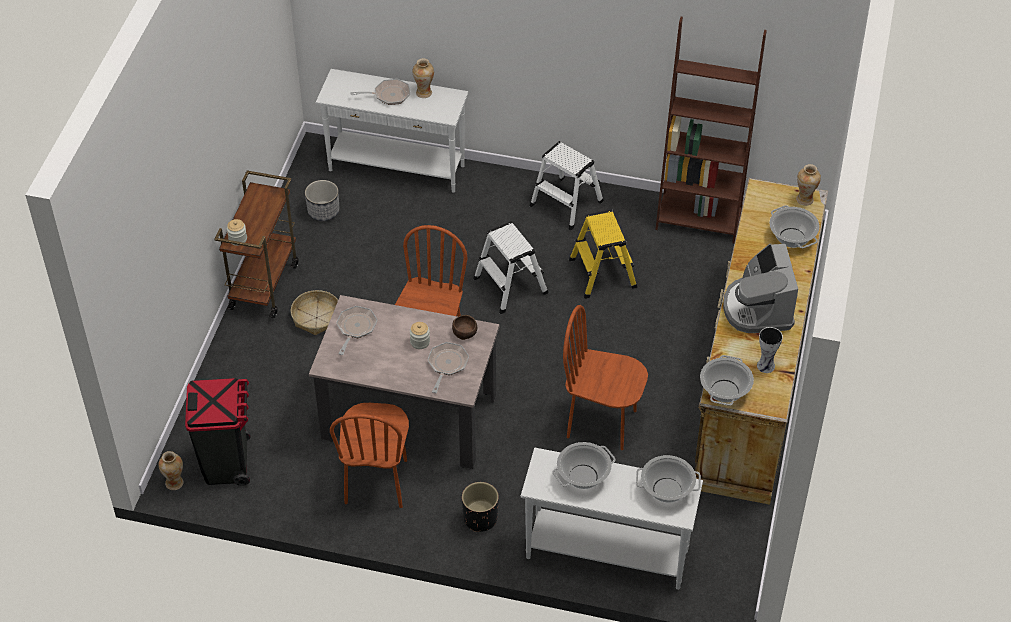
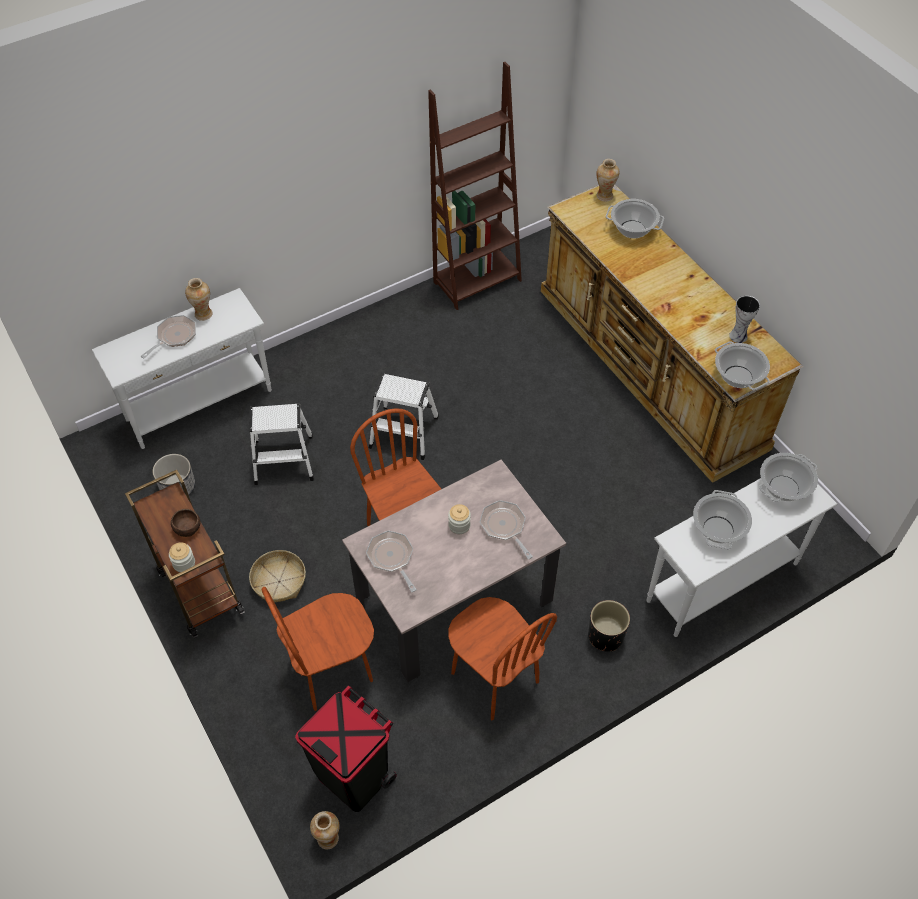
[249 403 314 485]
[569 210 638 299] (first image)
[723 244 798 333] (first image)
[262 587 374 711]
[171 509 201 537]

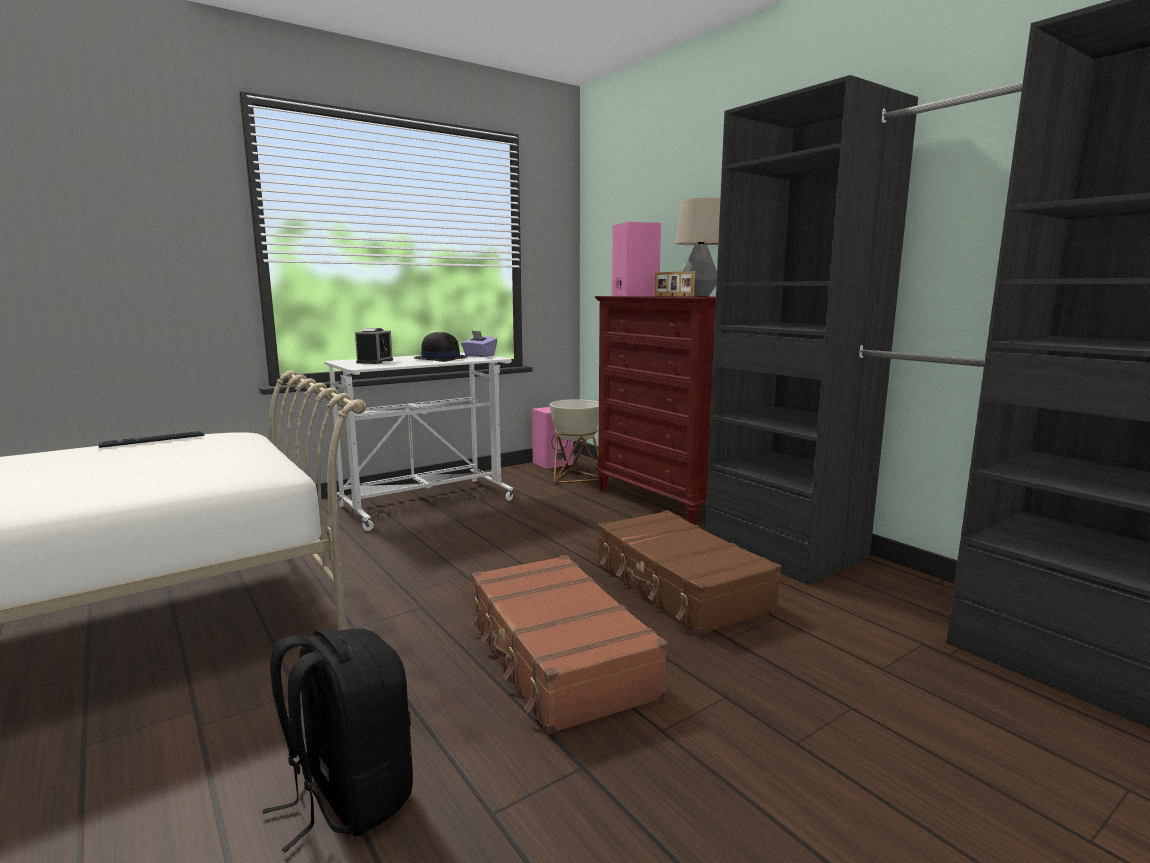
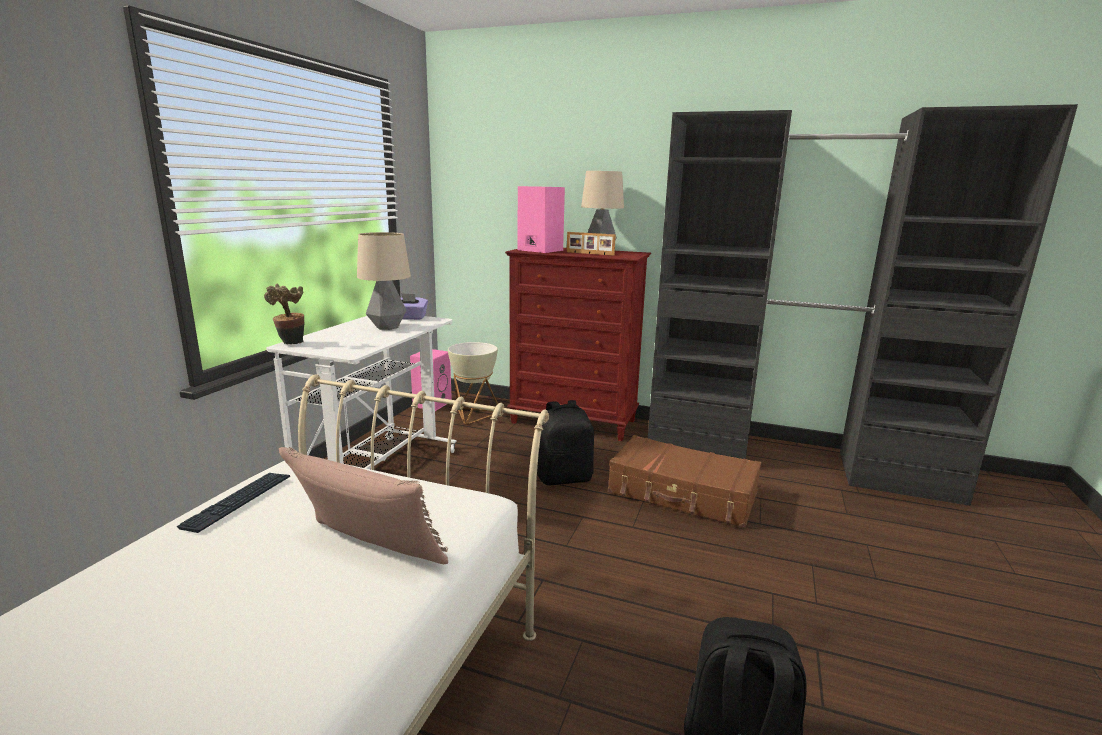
[355 328 393 364] (first image)
[357 232 411 330]
[470 555 668 734] (first image)
[264 284 304 344]
[537 400 594 485]
[279 447 448 564]

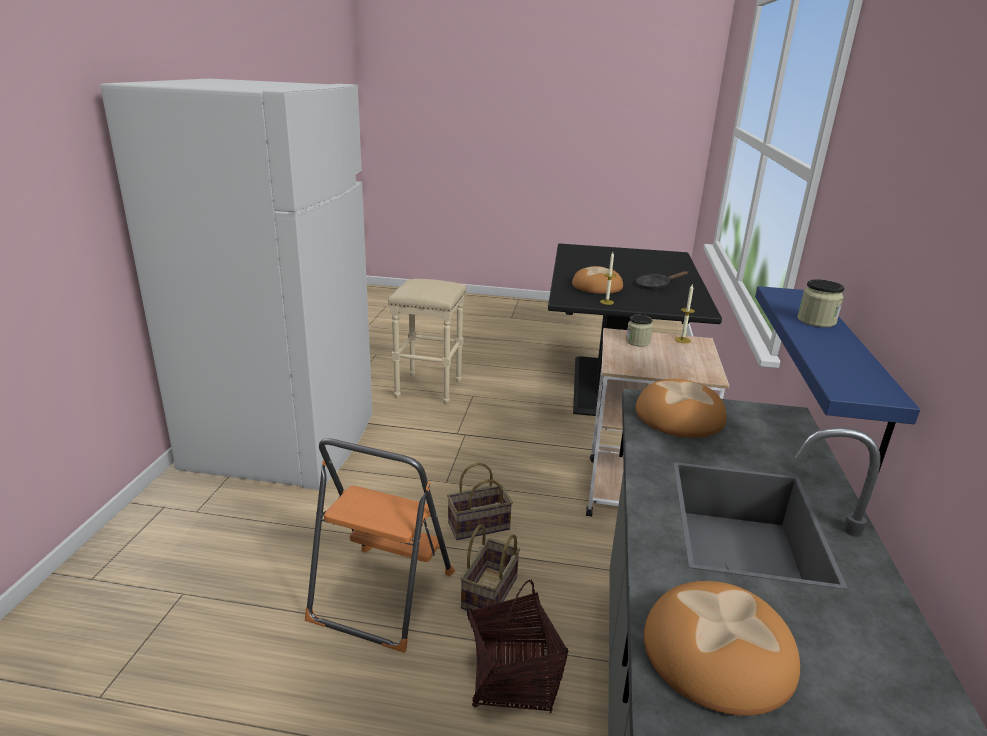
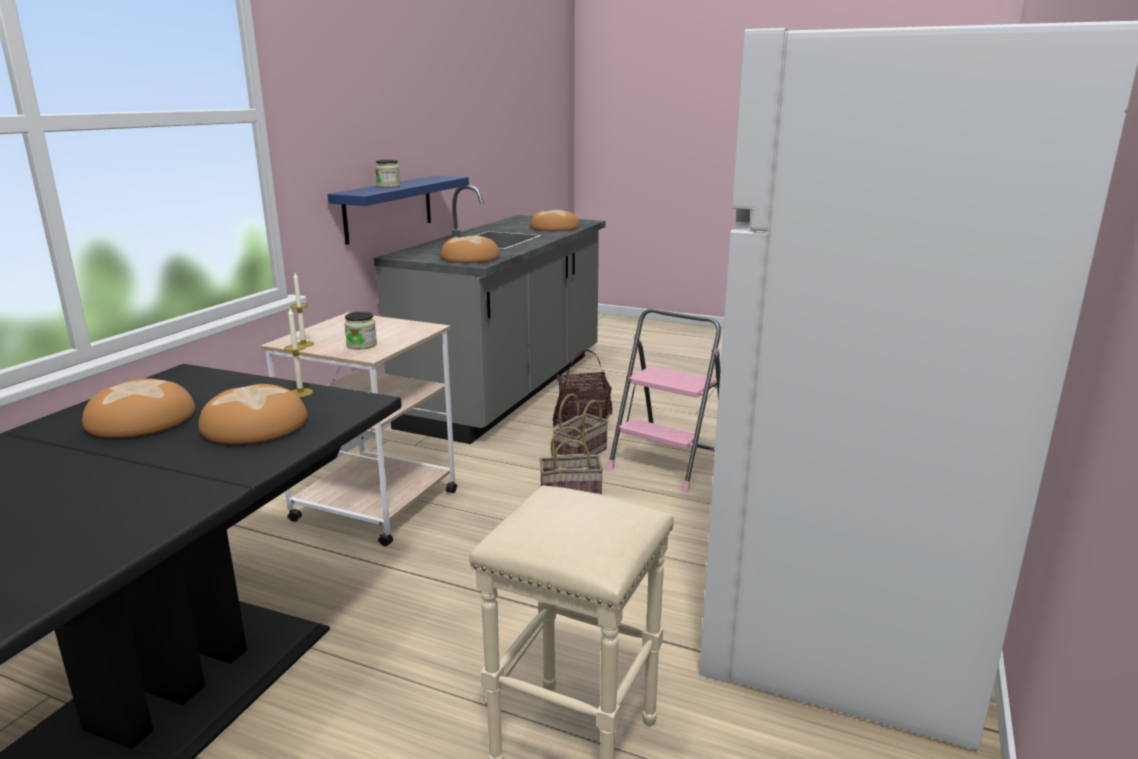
[82 379 195 438]
[605 309 721 492]

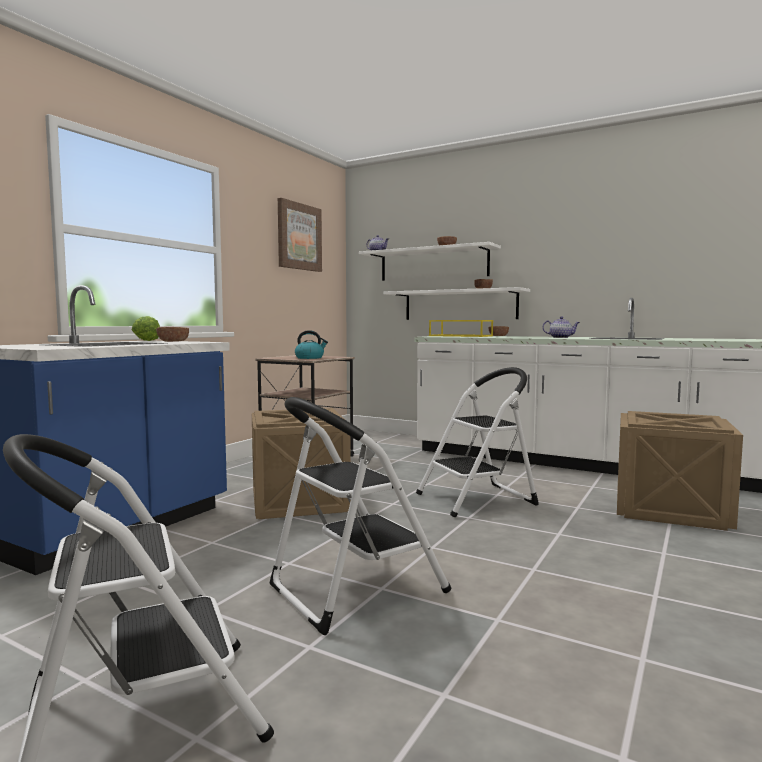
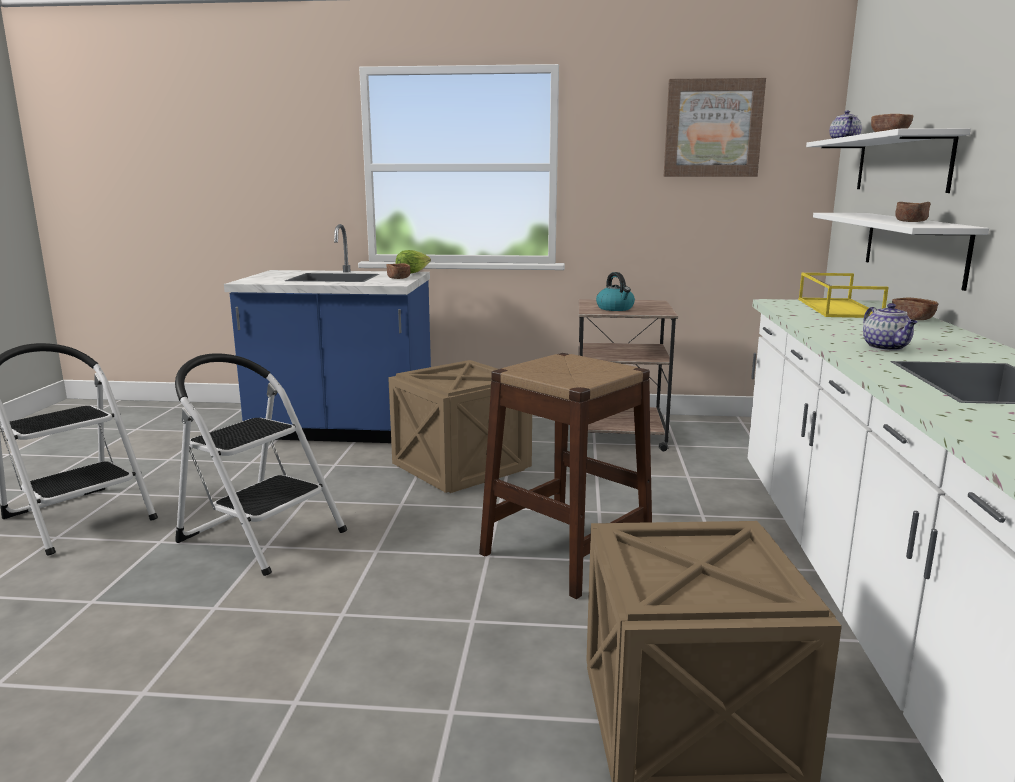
[479 353 652 599]

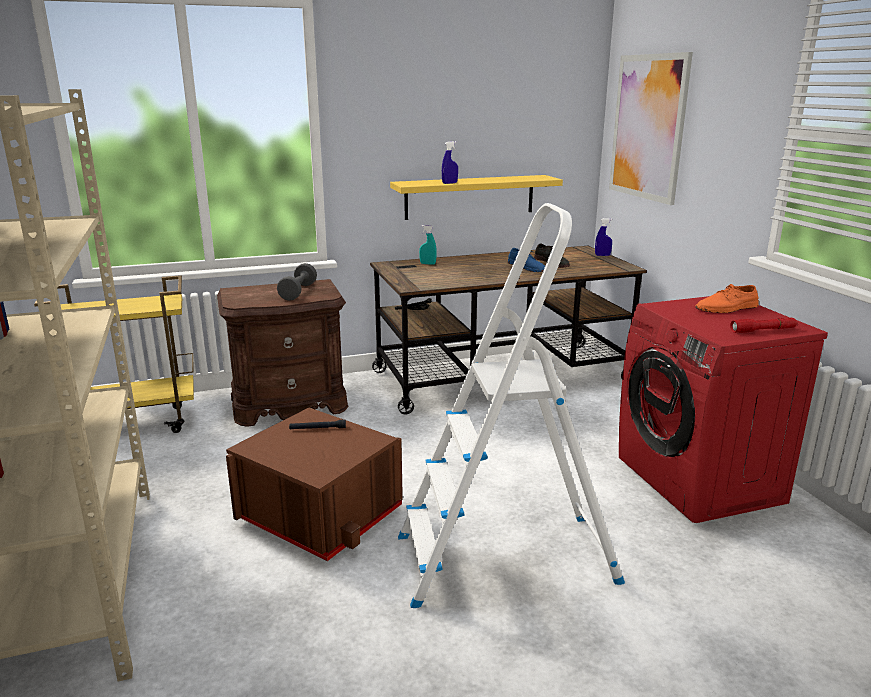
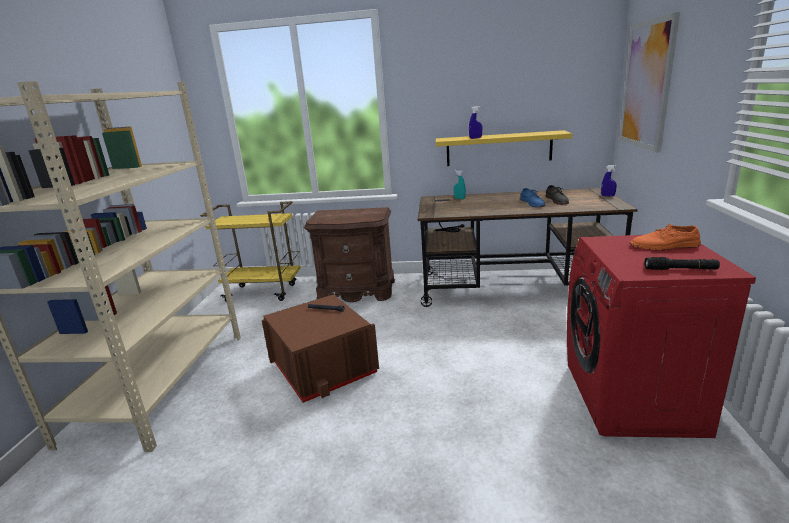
[398 203 625 608] (first image)
[277 263 317 301] (first image)
[644 257 720 270]

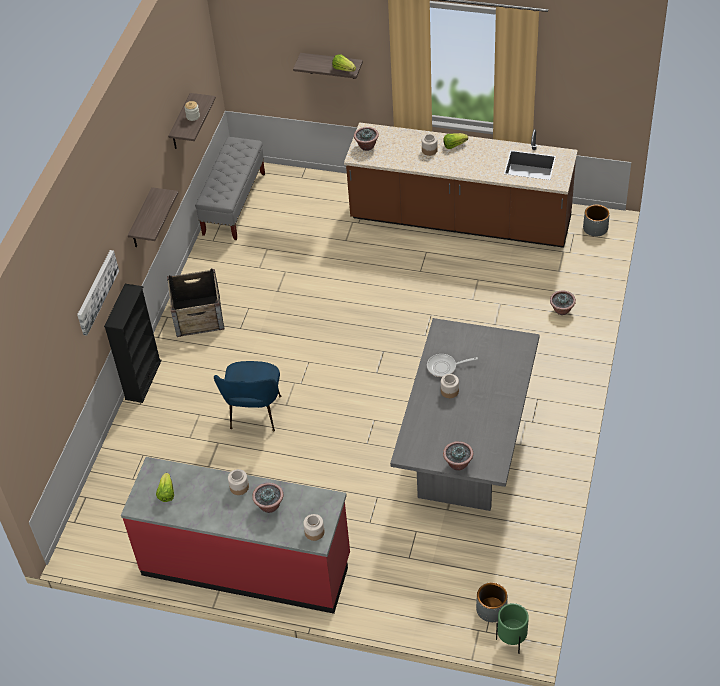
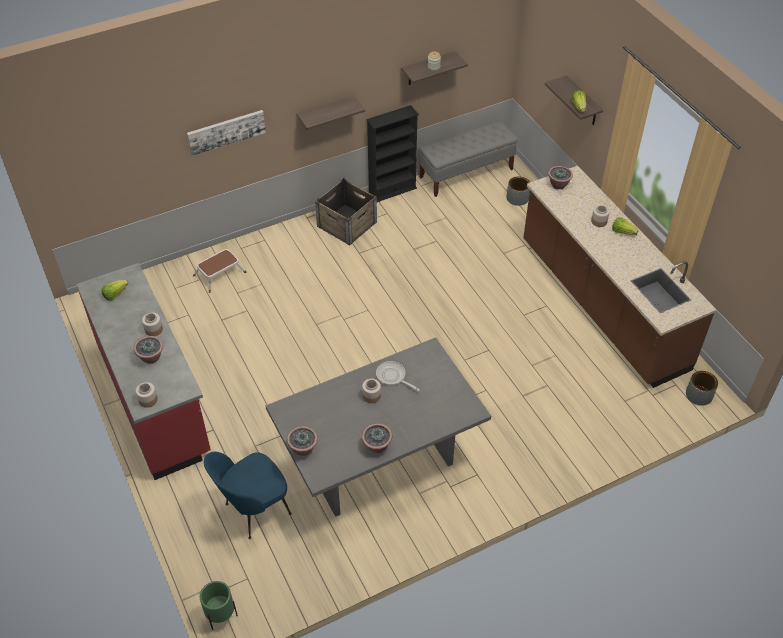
[366 105 419 202]
[362 423 392 453]
[204 452 292 539]
[507 176 530 206]
[193 249 246 293]

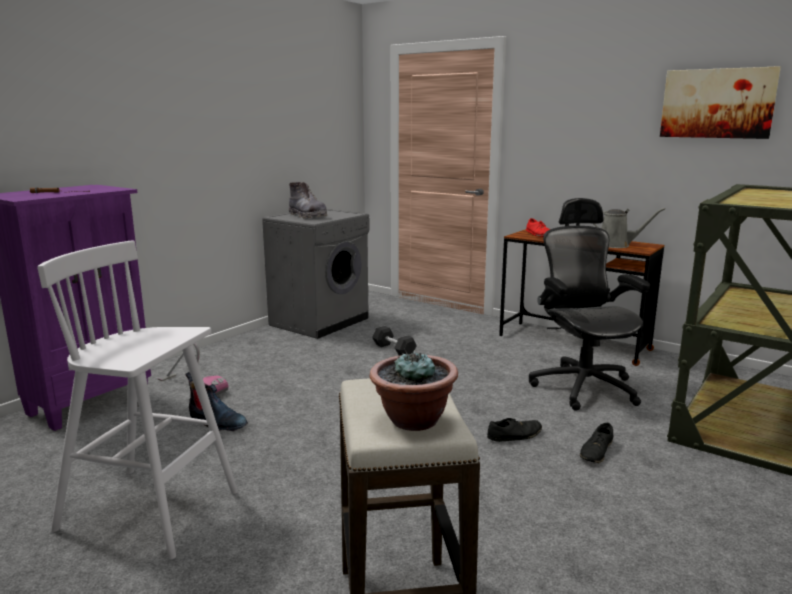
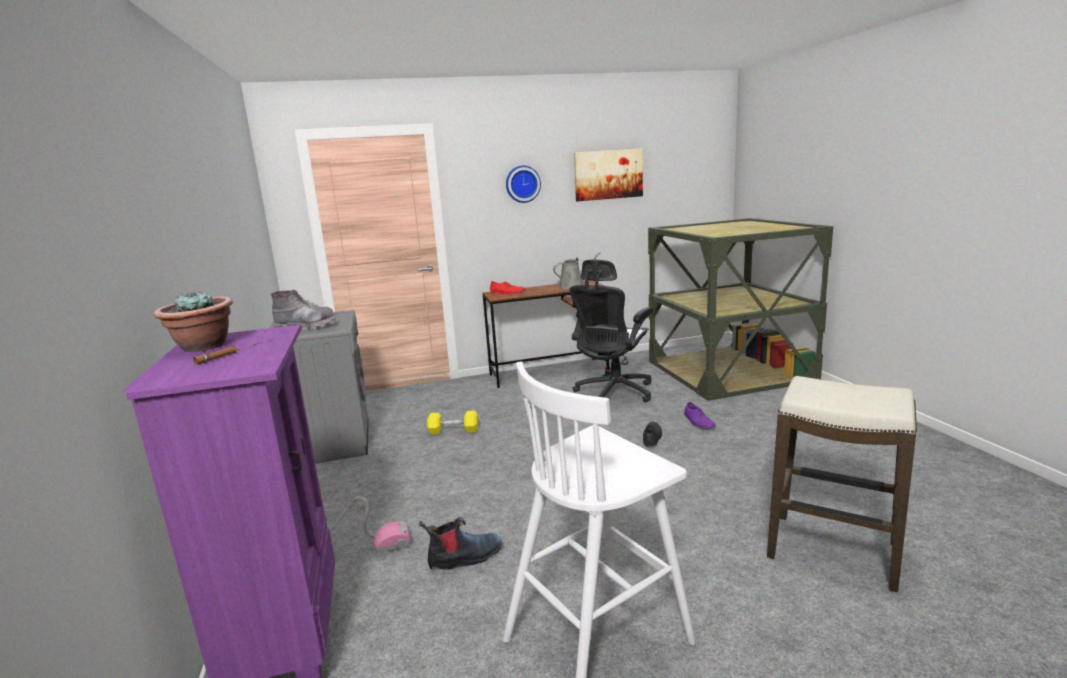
[570 259 653 402]
[427 411 478 434]
[154 291 233 352]
[684 402 716 429]
[506 166 541 203]

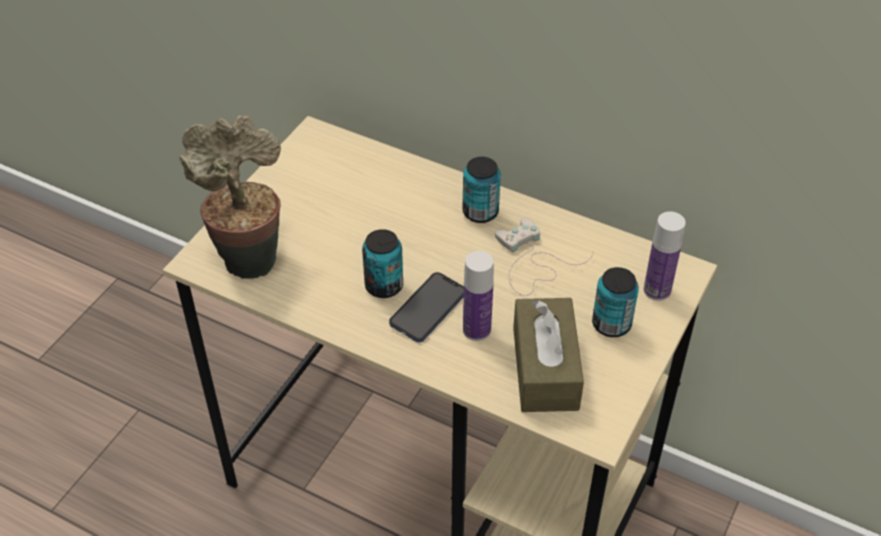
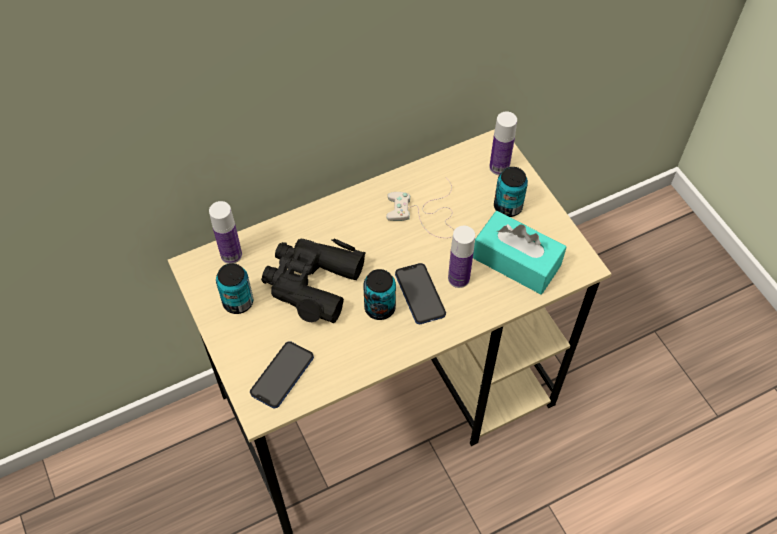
[250 341 314 408]
[216 263 253 314]
[473 211 566 294]
[209 201 242 264]
[261 239 366 323]

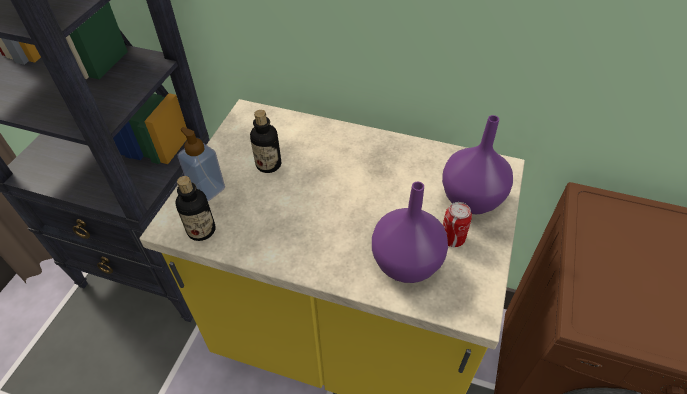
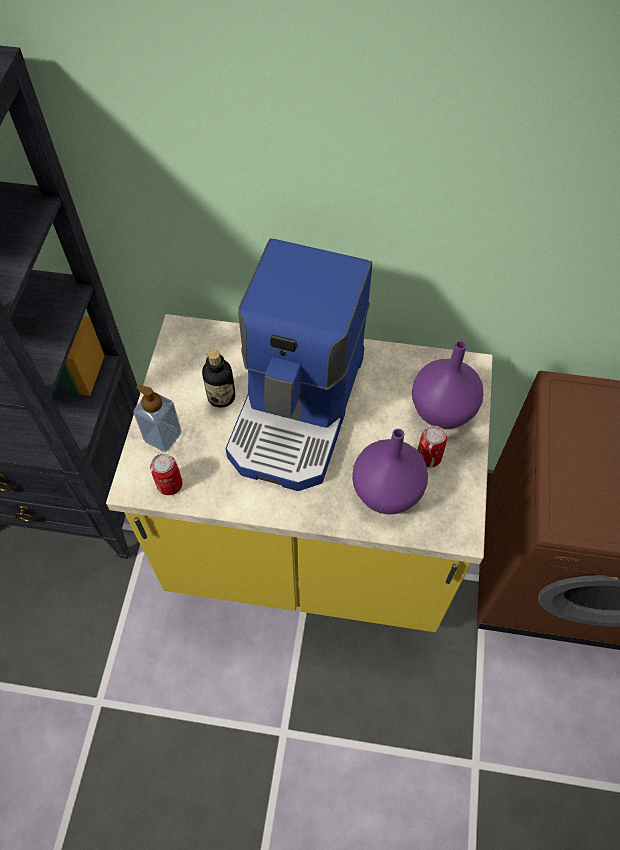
[150 454 183 495]
[226 238 372 491]

